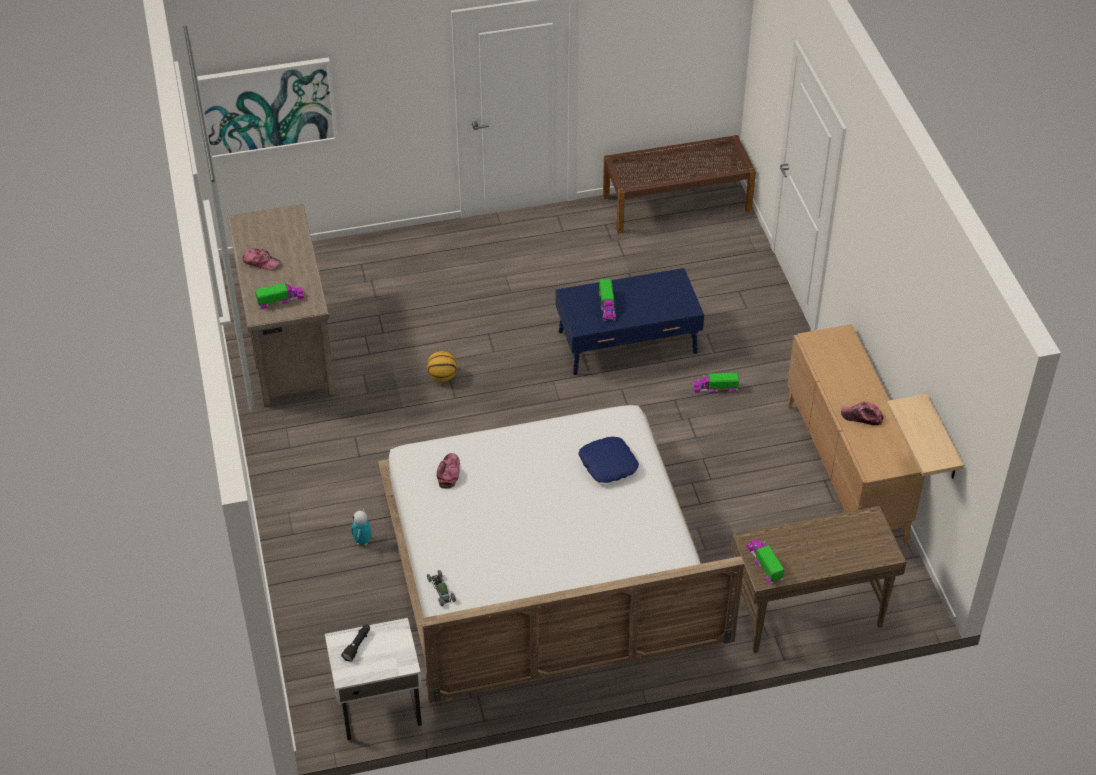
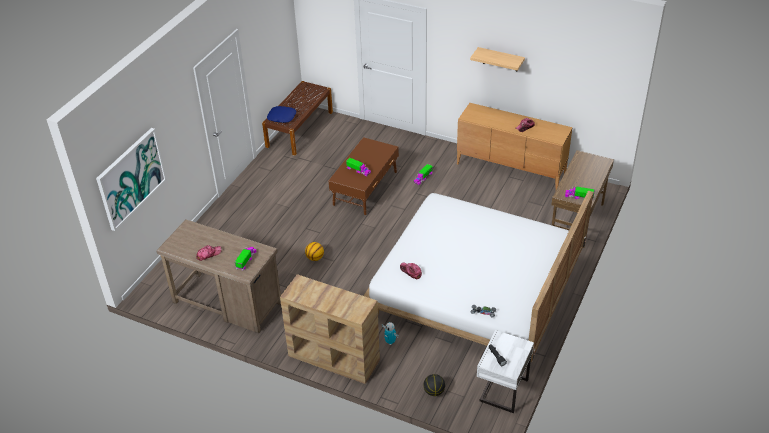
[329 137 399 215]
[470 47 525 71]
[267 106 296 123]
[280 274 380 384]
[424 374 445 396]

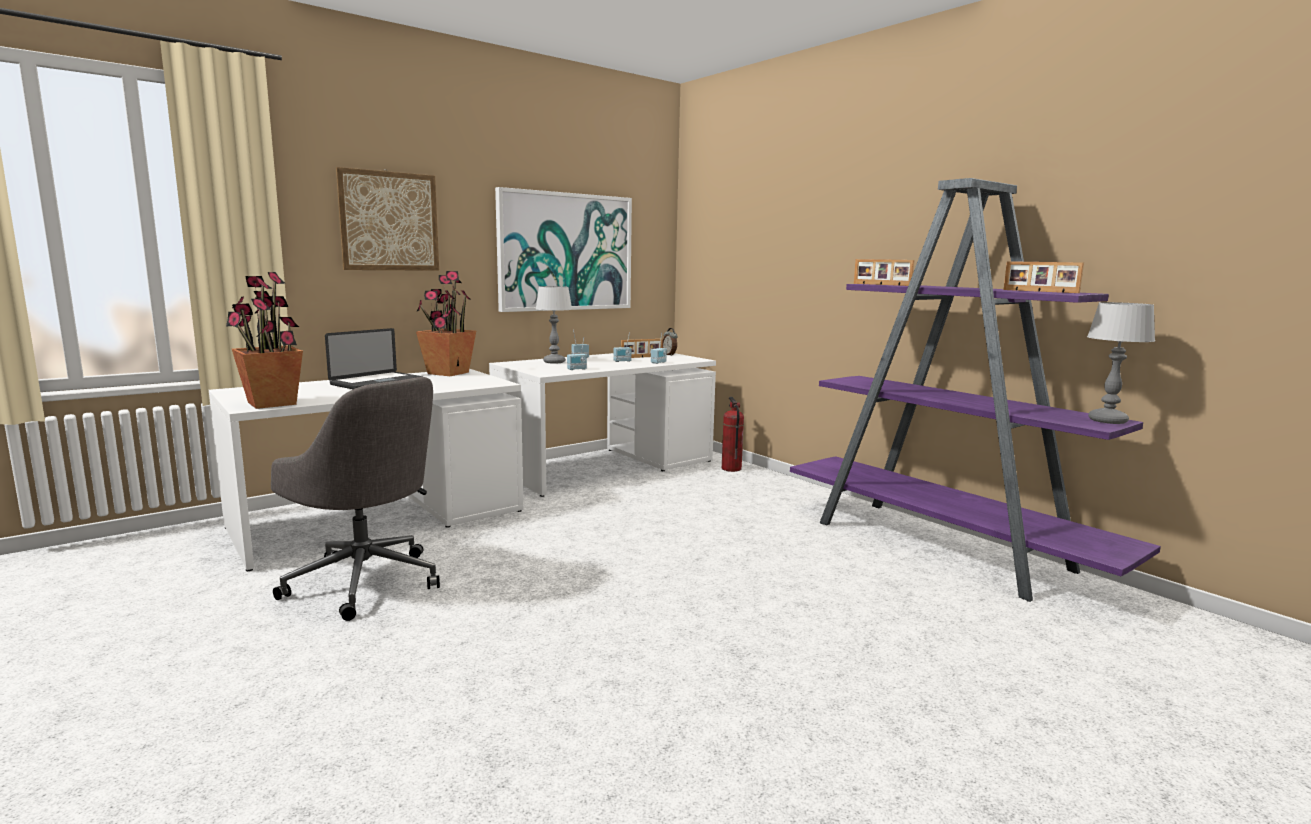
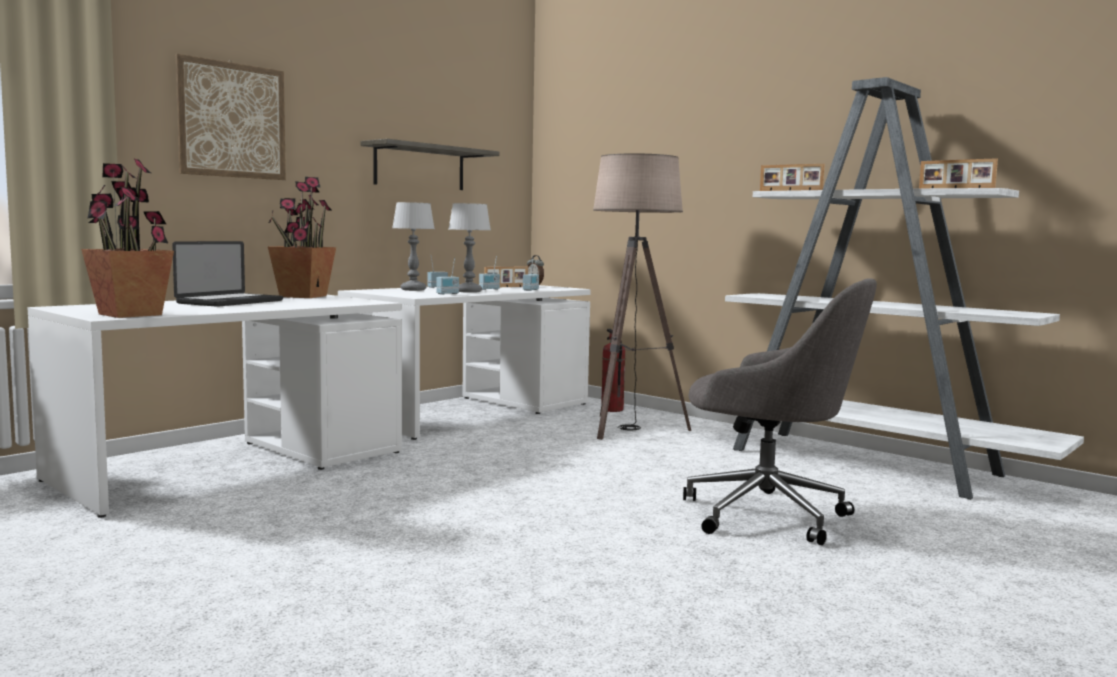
[725 77 1084 500]
[361 139 500 190]
[449 203 491 293]
[683 278 877 545]
[593 153 691 440]

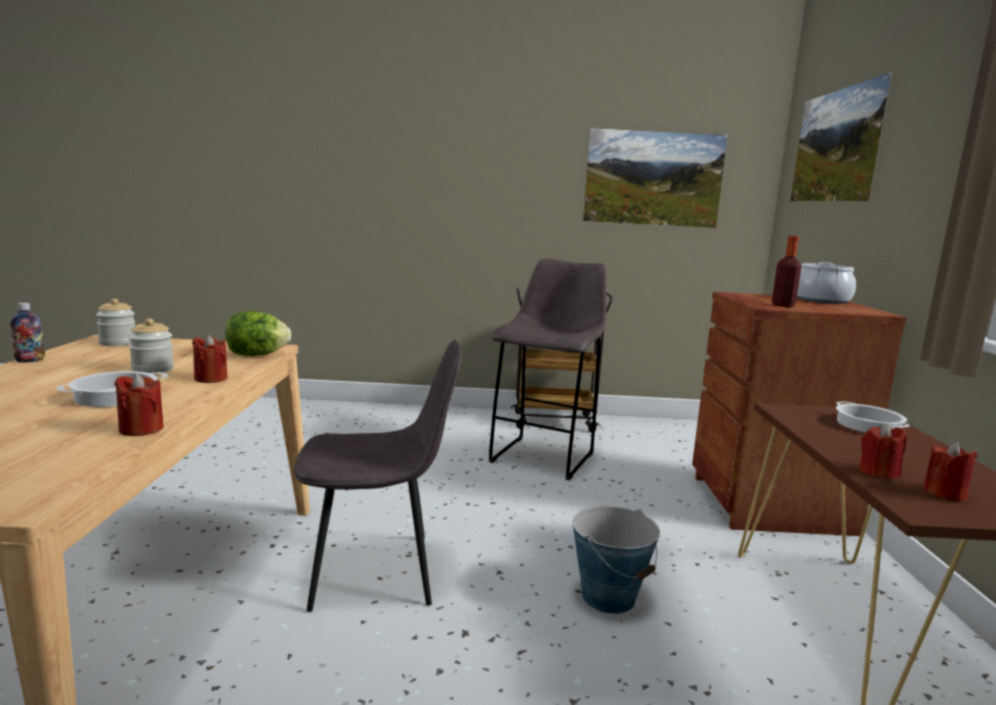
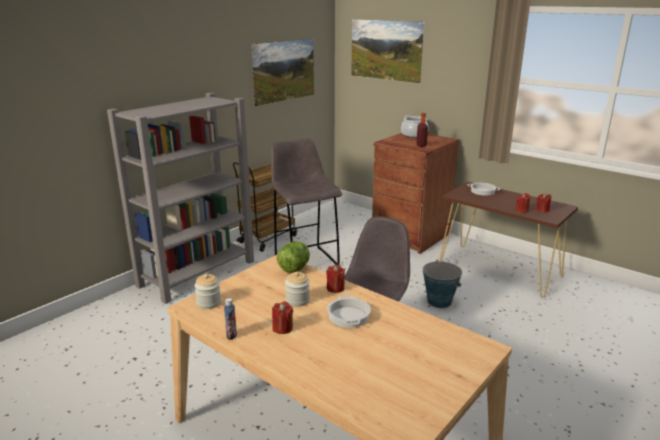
[272 301 293 334]
[107 93 254 304]

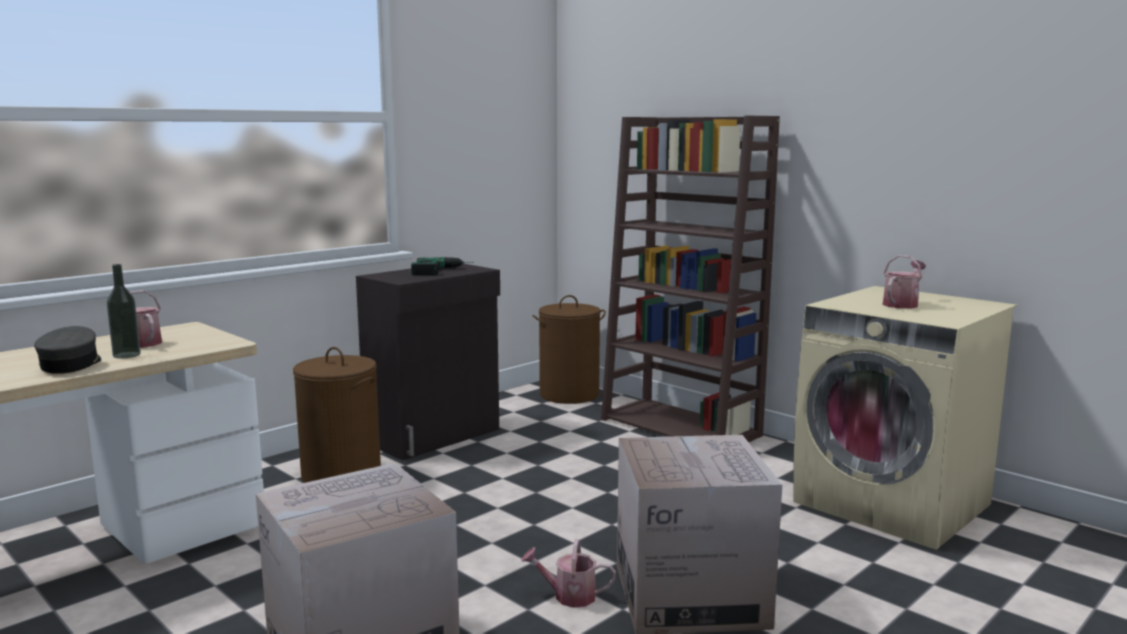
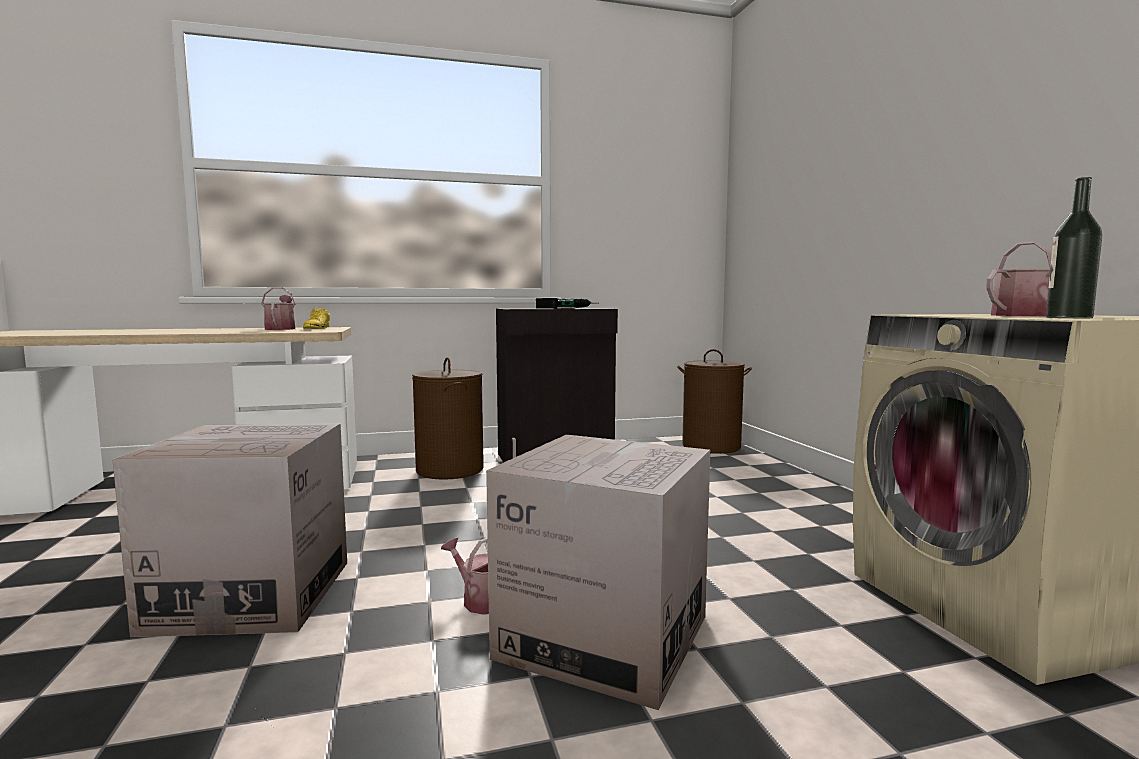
[601 116 780 442] (first image)
[1046 177 1102 318]
[34 326 101 374] (first image)
[303 308 330 329]

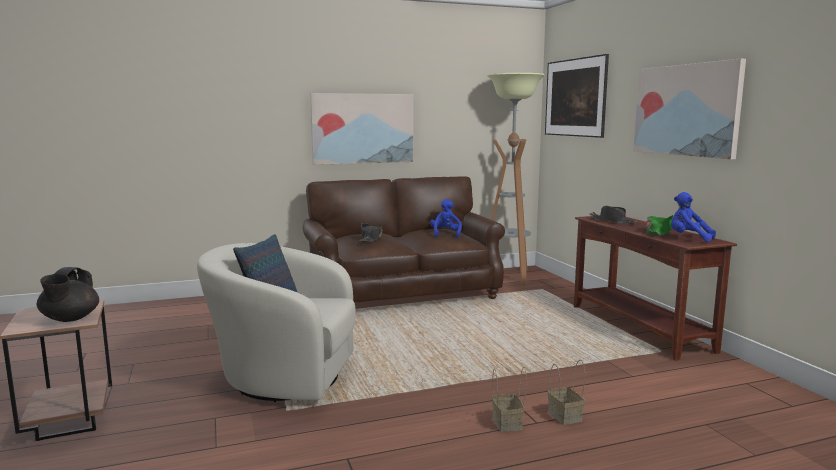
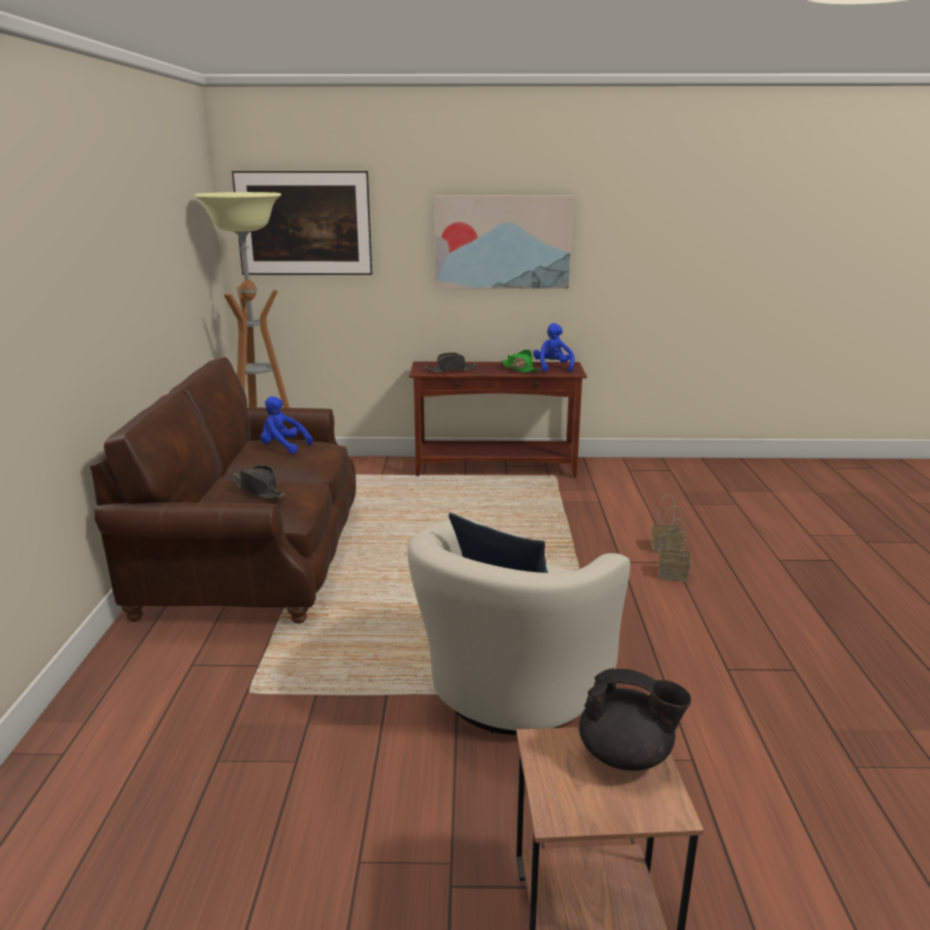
[310 93 413 165] (first image)
[533 323 575 372]

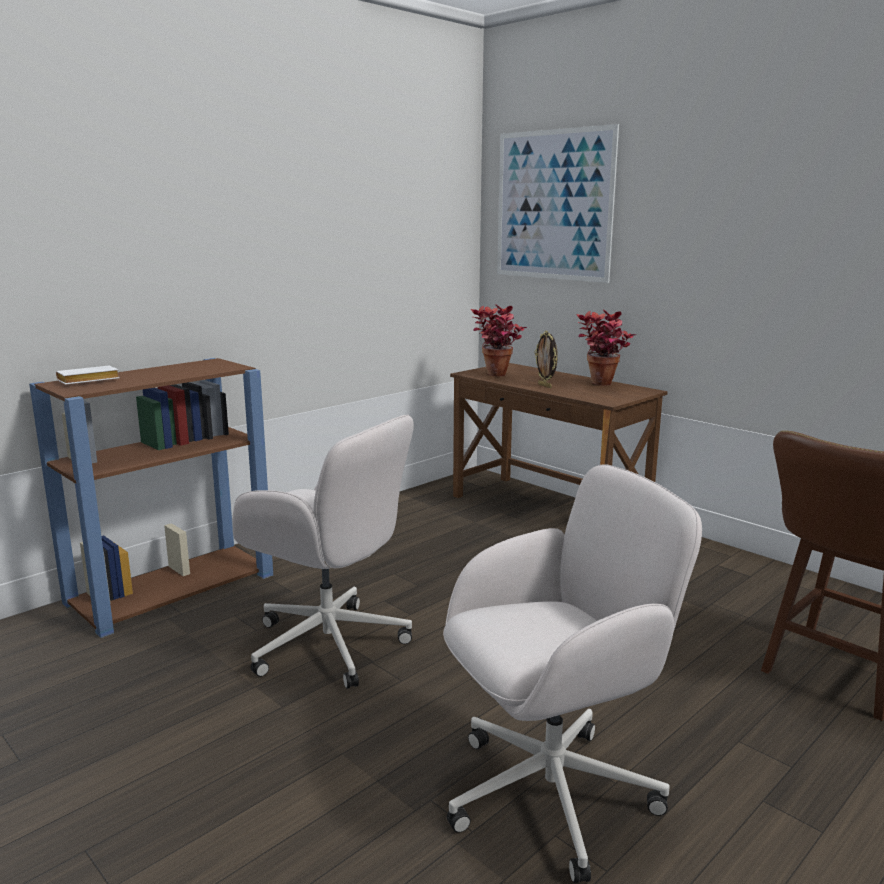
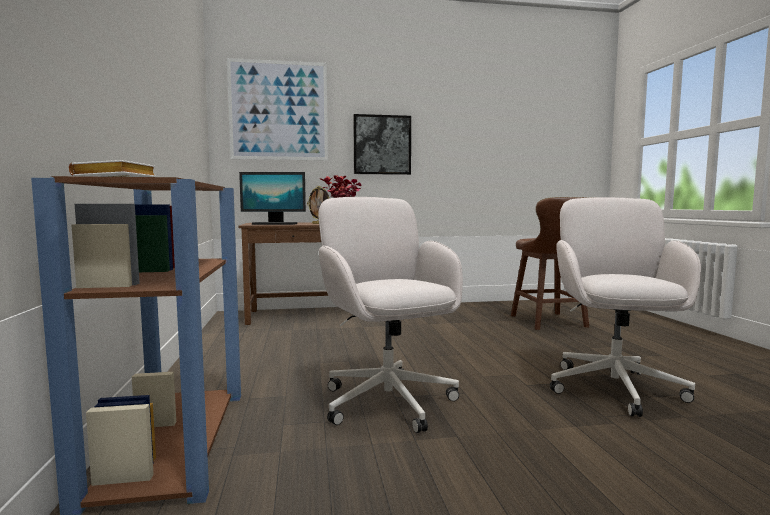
[239 172 306 225]
[318 197 463 433]
[353 114 411 175]

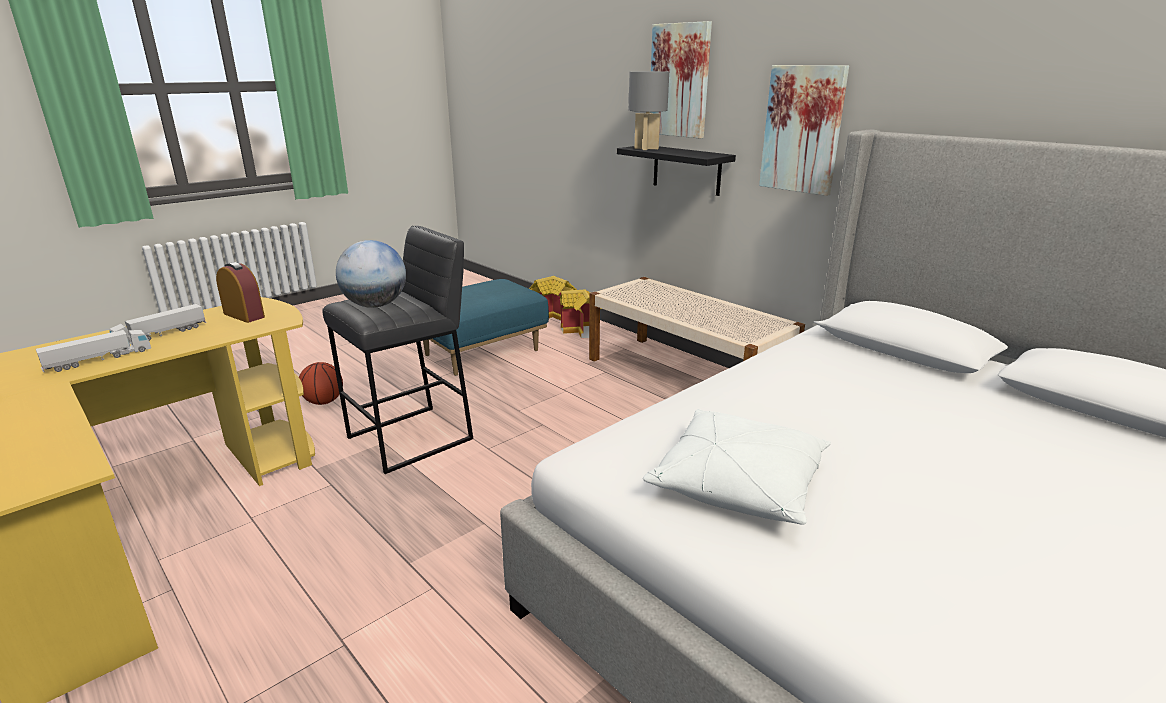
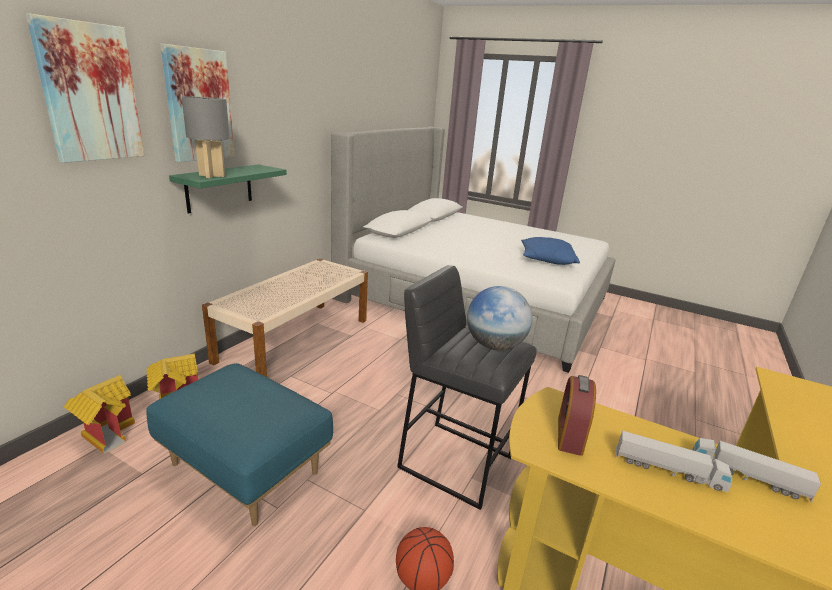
[26 14 144 163]
[169 164 287 213]
[521 237 580 265]

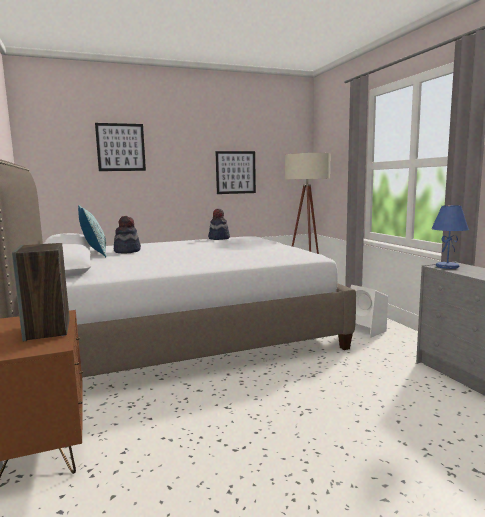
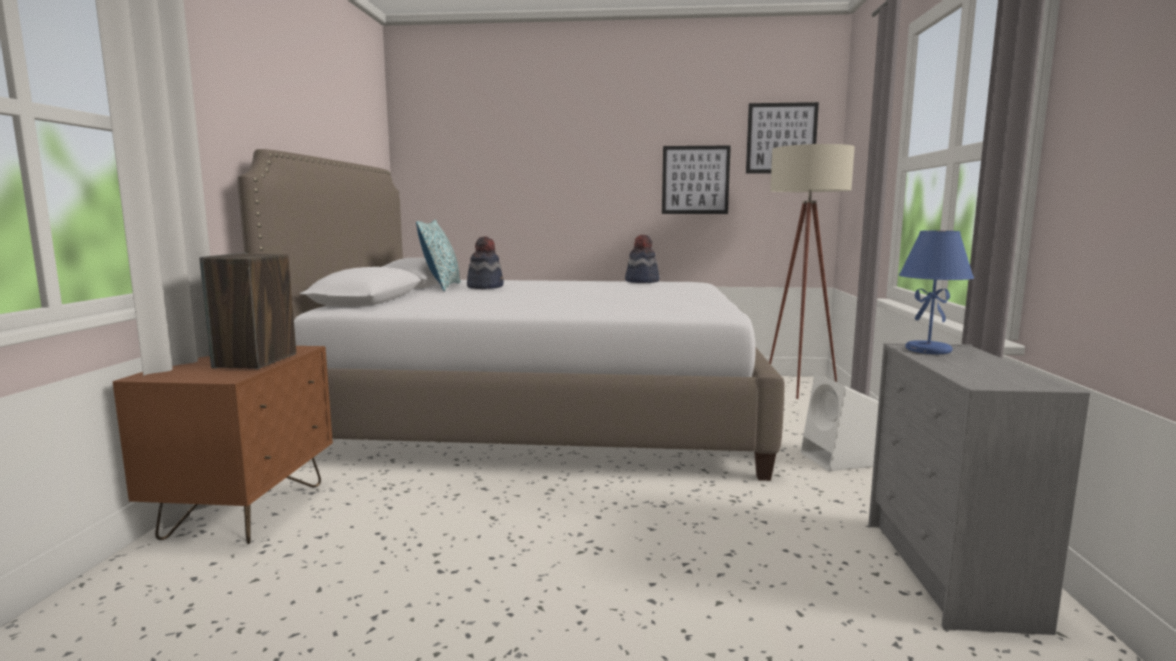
[746 102 819 174]

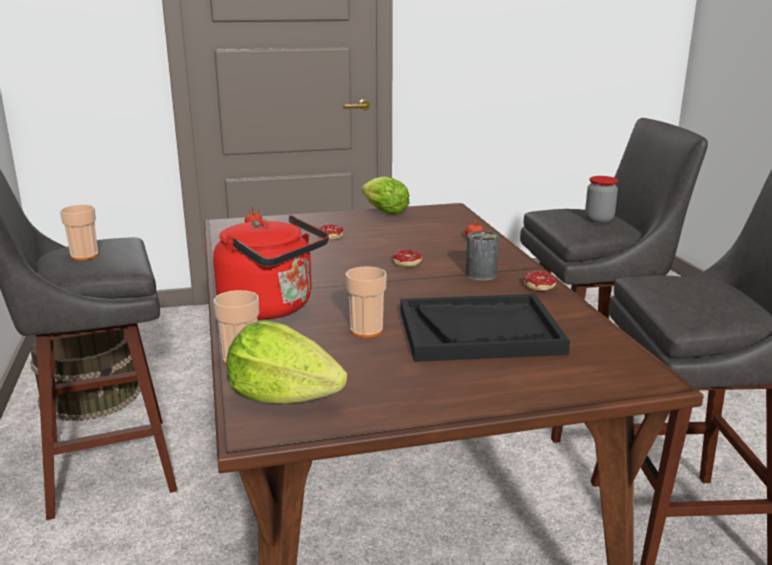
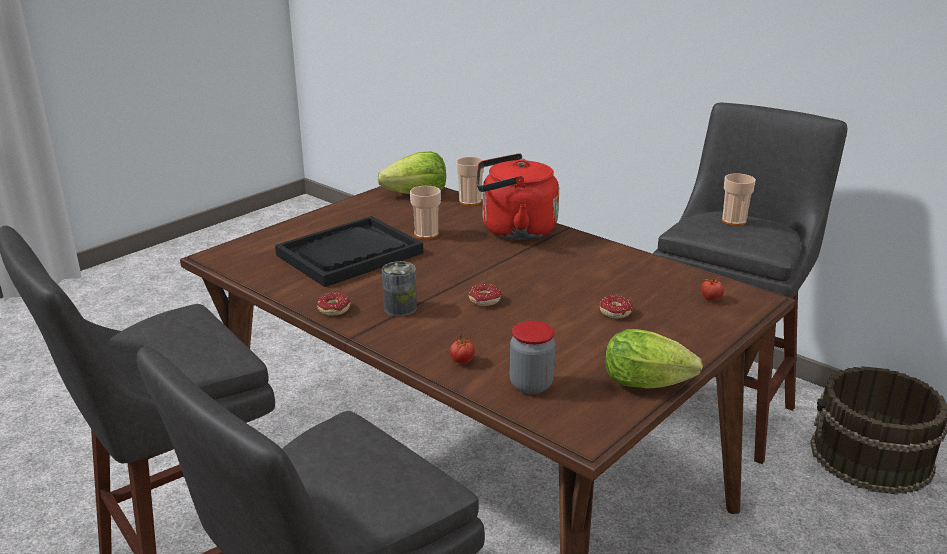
[510 321 555 394]

